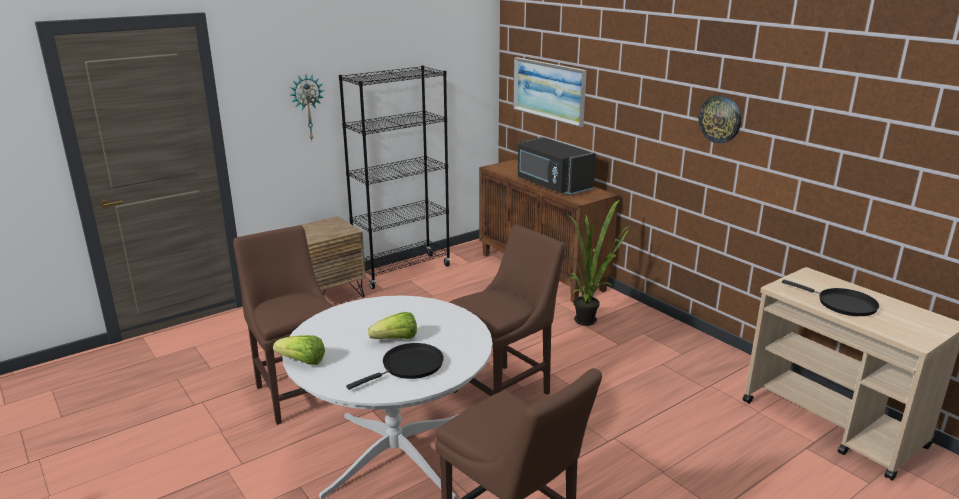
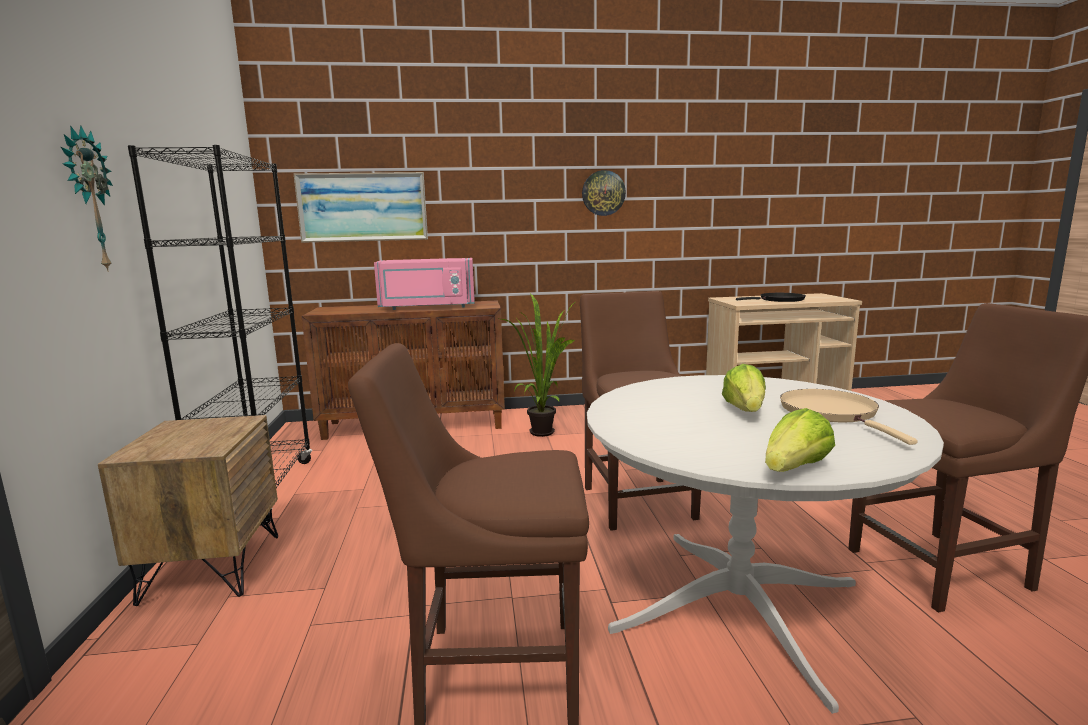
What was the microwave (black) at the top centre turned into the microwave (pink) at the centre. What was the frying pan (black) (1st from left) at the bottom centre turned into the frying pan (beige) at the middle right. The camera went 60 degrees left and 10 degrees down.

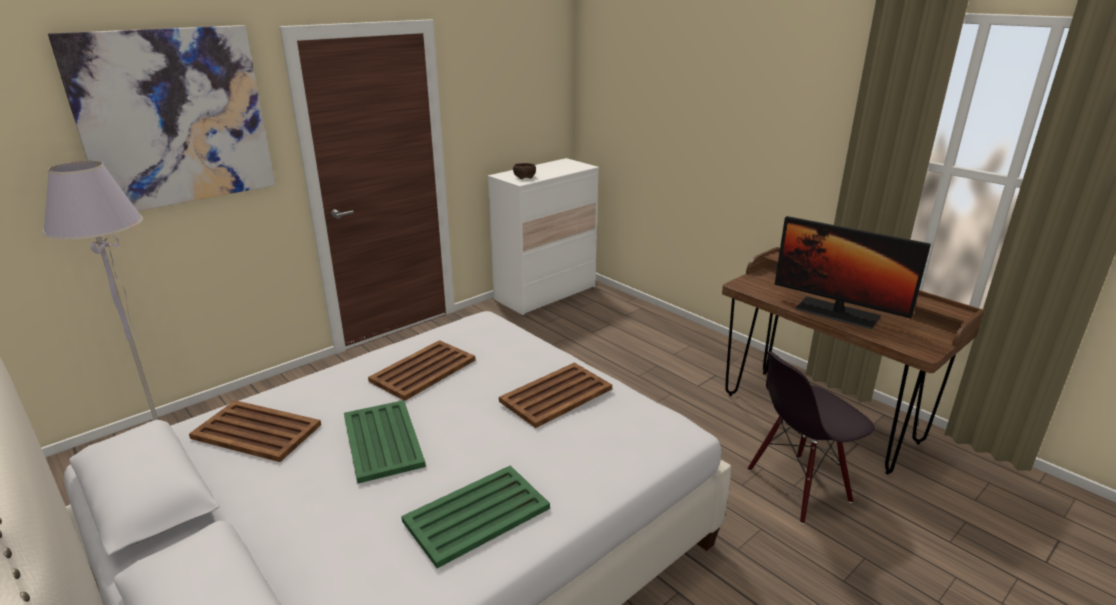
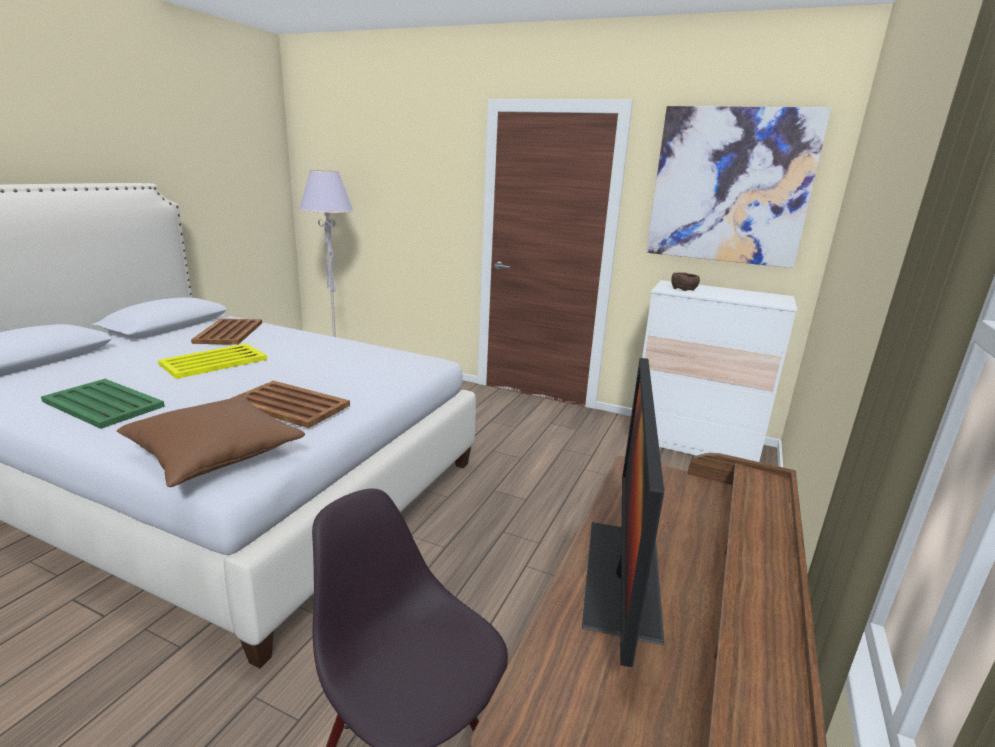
The picture ended up elsewhere, having gone from the top left to the top right. The second view lost the tray (brown) (2nd from left) at the centre. What was the tray (green) (1st from left) at the bottom centre turned into the tray (yellow) at the middle left. The second view gained the pillow (brown) at the middle left. The camera went 65 degrees right and 5 degrees down.

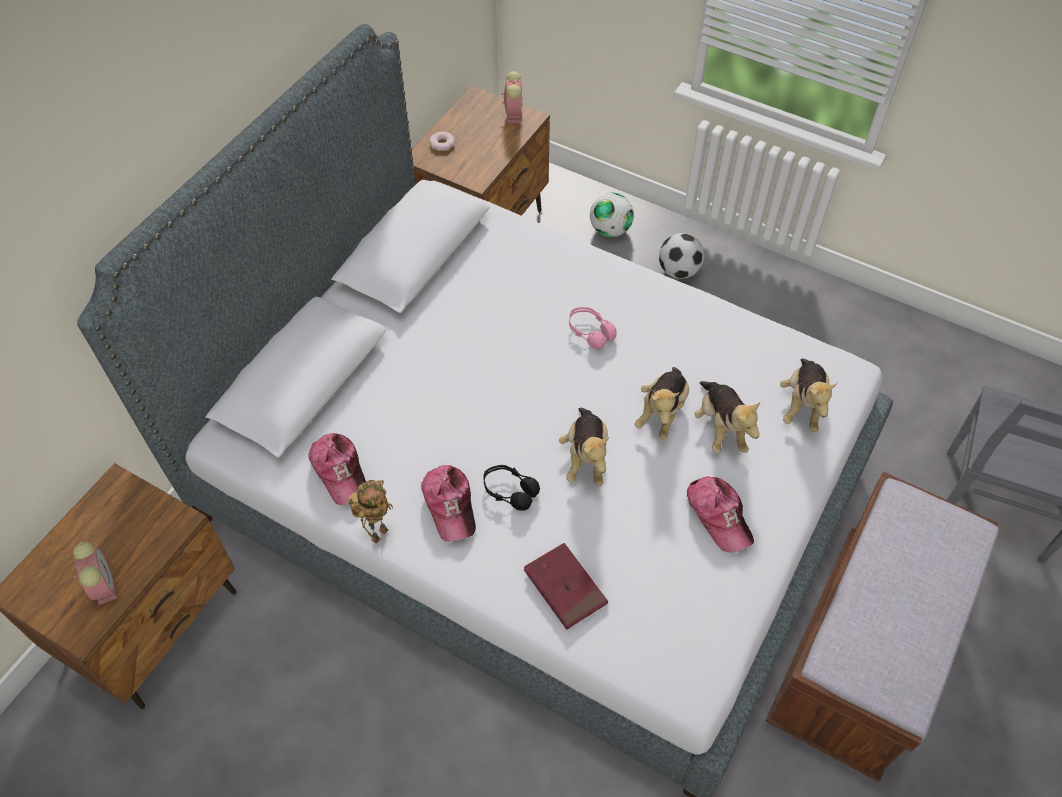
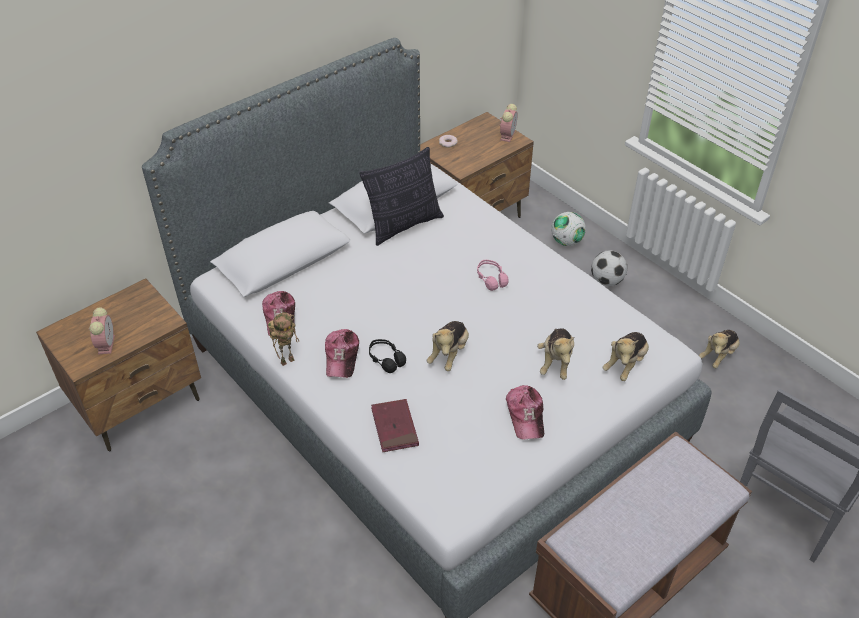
The plush toy (2nd from left in the first image) ended up elsewhere, having gone from the centre to the middle right. The second view gained the pillow at the top centre. The camera went 20 degrees right and 10 degrees down.

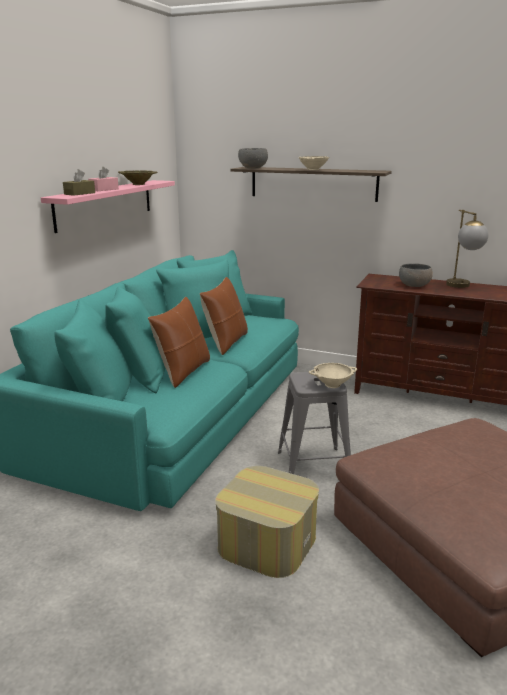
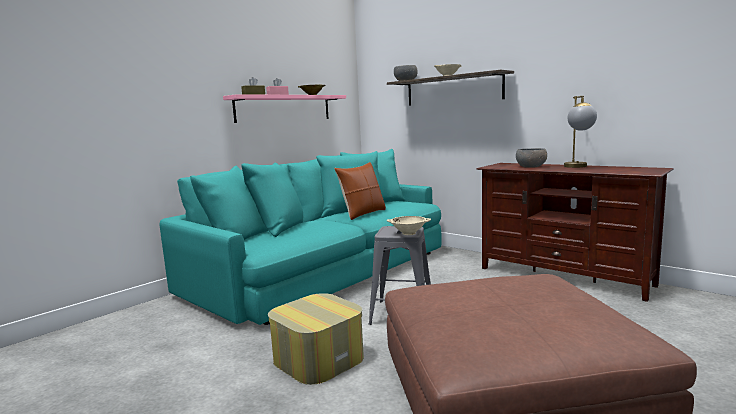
The second view lost the pillow (brown) (1st from left) at the centre. The camera went 20 degrees right and 10 degrees down.

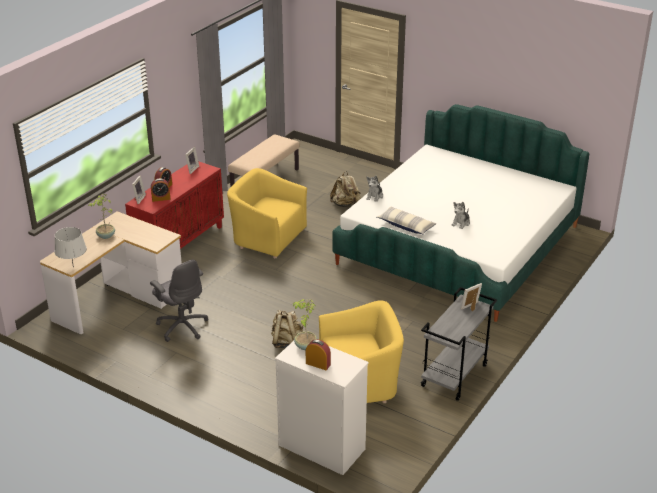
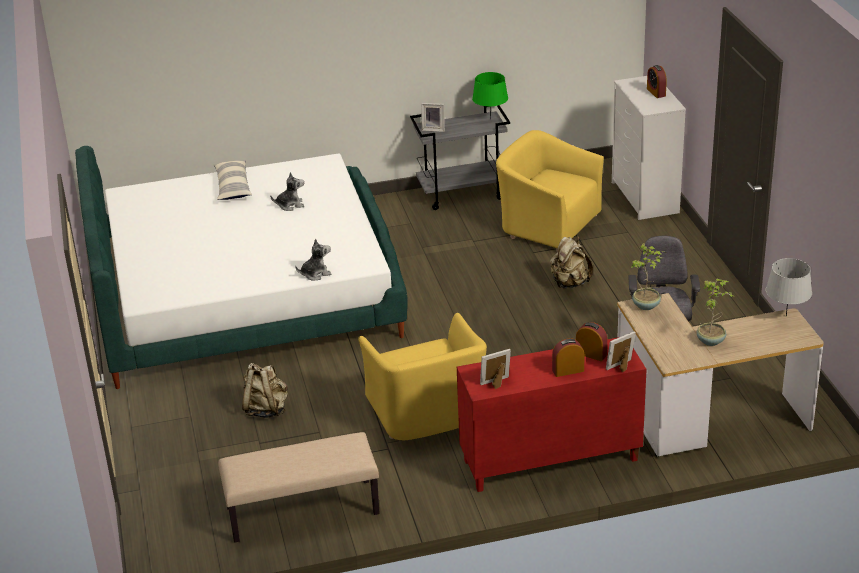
The pillow ended up elsewhere, having gone from the centre to the top left. The potted plant (2nd from left in the first image) ended up elsewhere, having gone from the centre to the middle right. The second view gained the table lamp (green) at the top centre. The camera went 135 degrees left and 0 degrees up.

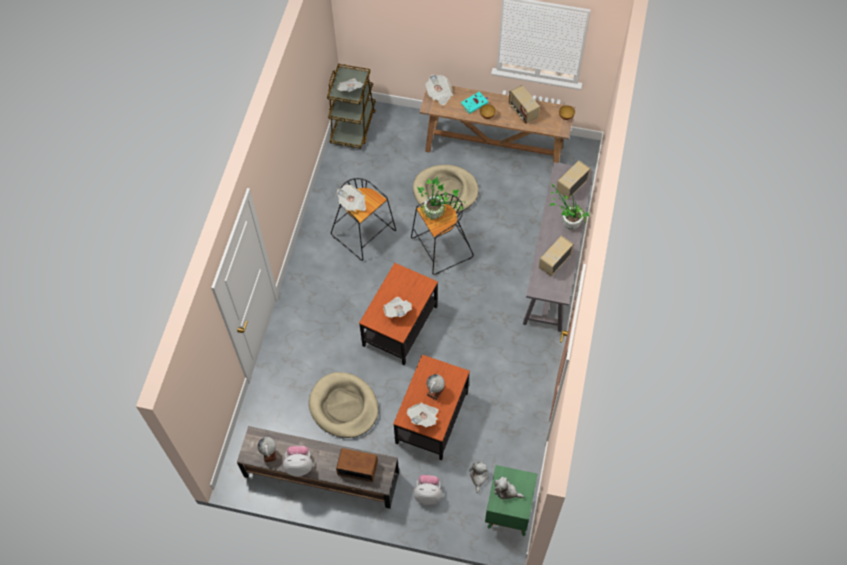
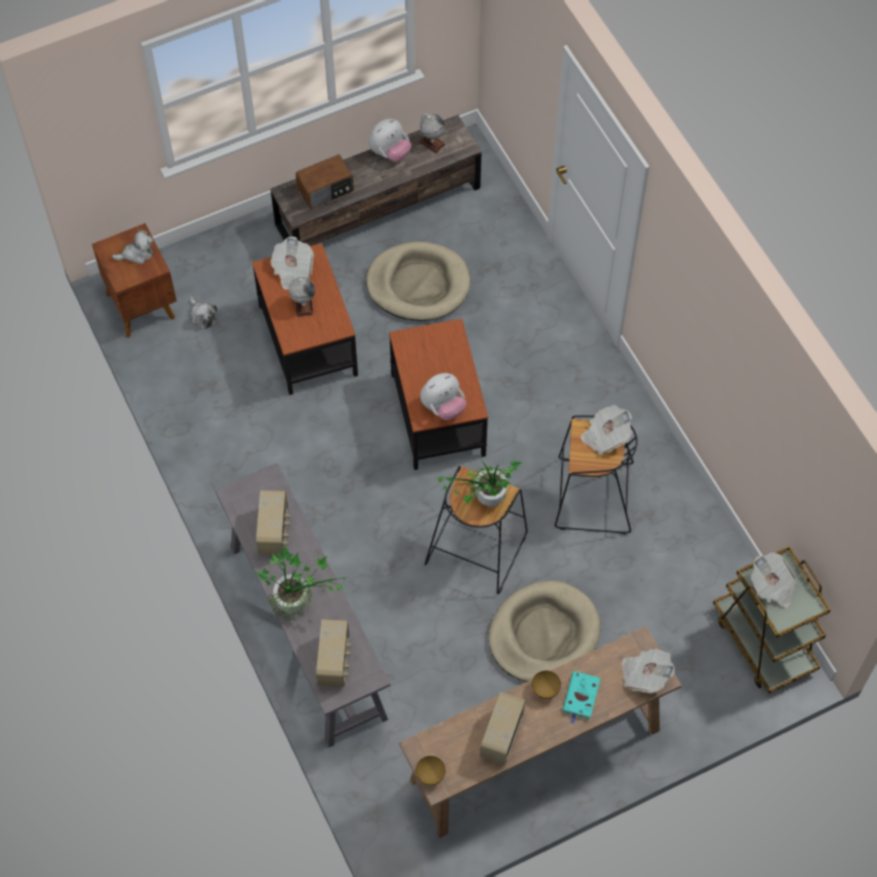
The radio (2nd from left in the first image) at the top centre ended up facing another way, 90 degrees counterclockwise from before. The second view lost the newspaper (3rd from left) at the centre. What was the nightstand (green) at the bottom centre turned into the nightstand (brown) at the top left. The plush toy (2nd from left in the first image) ended up elsewhere, having gone from the bottom centre to the centre. The camera went 140 degrees right and 0 degrees up.

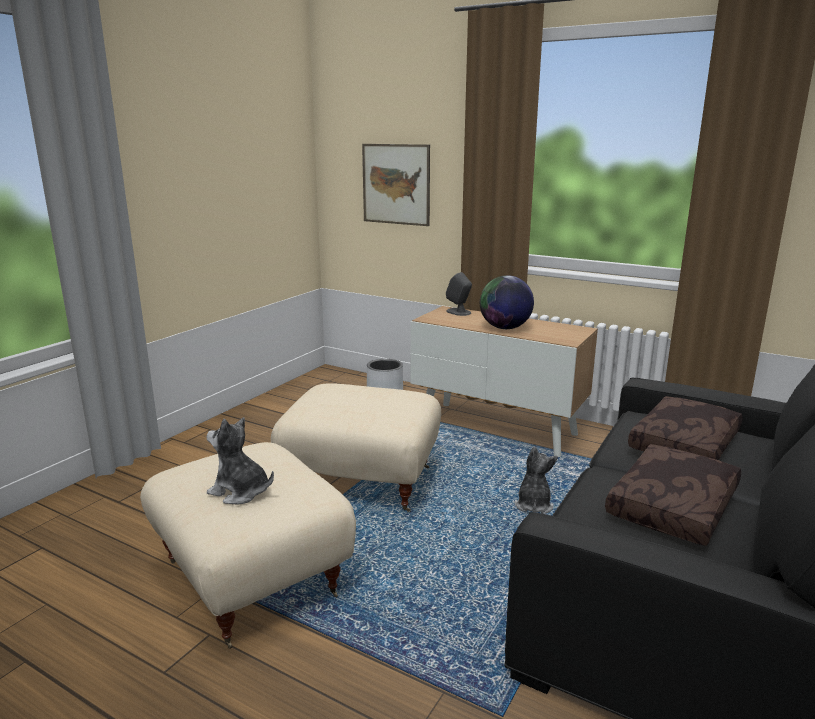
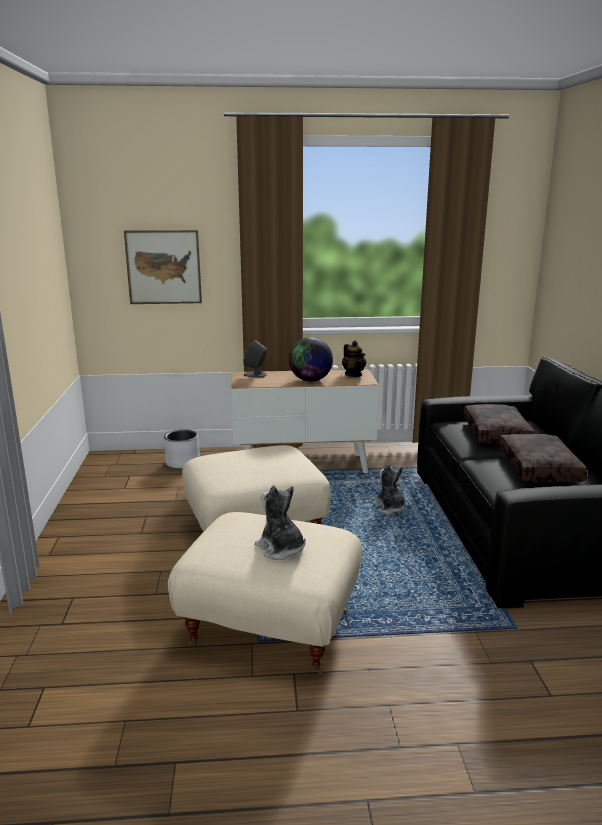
The plush toy (1st from left) at the middle left ended up facing another way, 60 degrees clockwise from before. The second view gained the teapot at the centre. The camera went 35 degrees left and 0 degrees up.

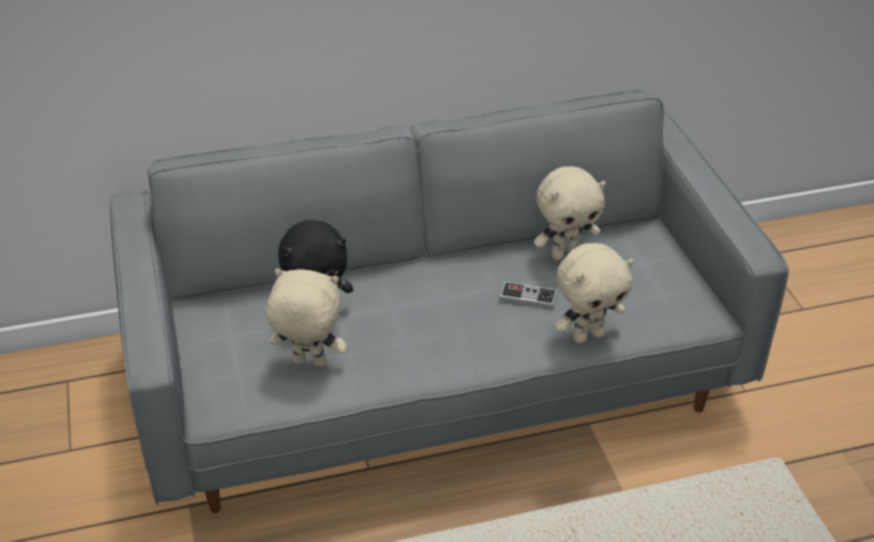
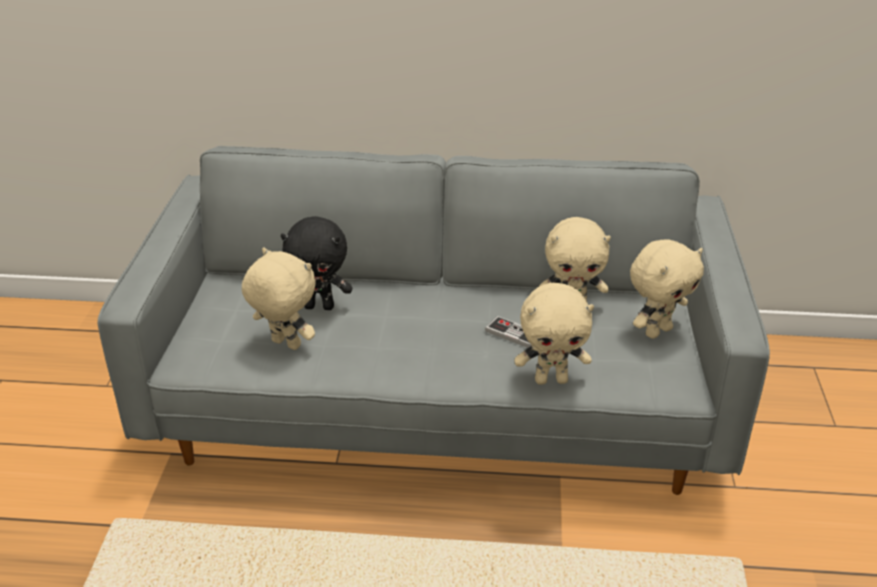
The second view gained the plush toy (beige) (4th from left) at the middle right. The camera went 20 degrees right and 5 degrees down.

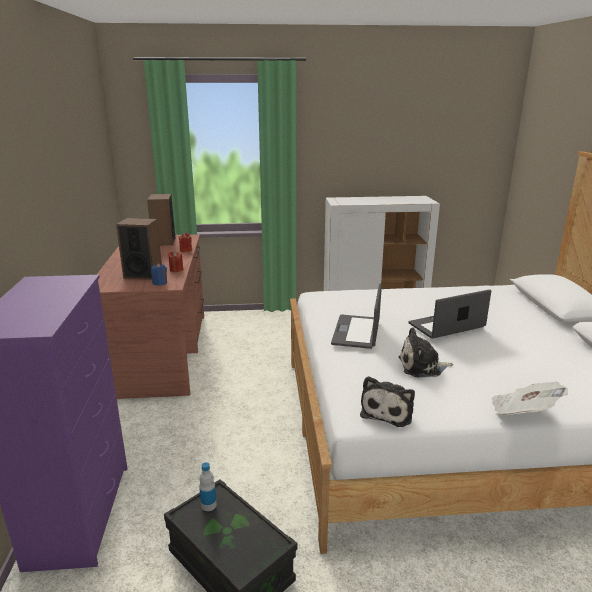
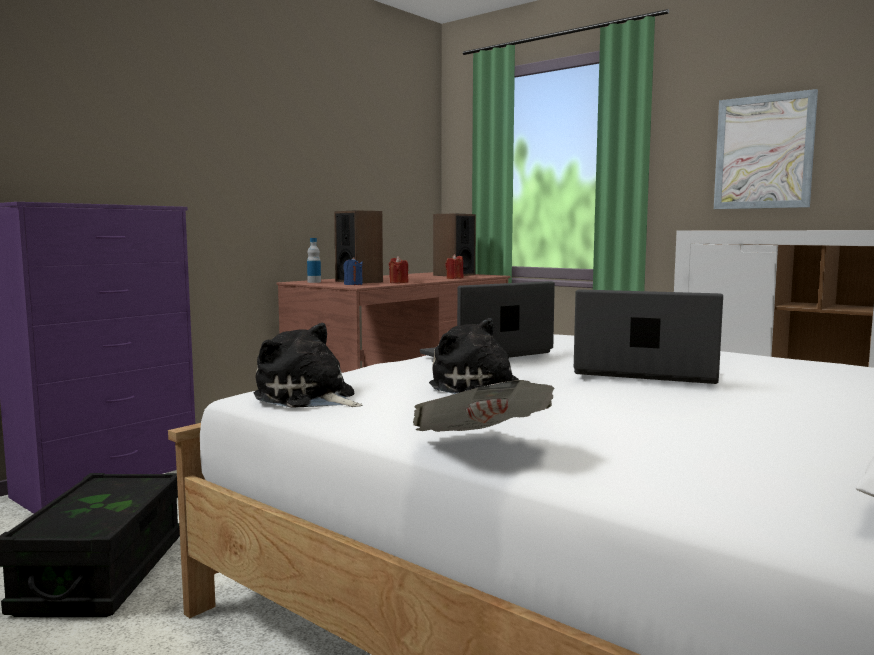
The plush toy (1st from left) at the bottom centre ended up facing another way, 60 degrees clockwise from before. The bottle ended up elsewhere, having gone from the bottom centre to the centre. The second view gained the picture at the top right. The camera went 45 degrees right and 15 degrees down.

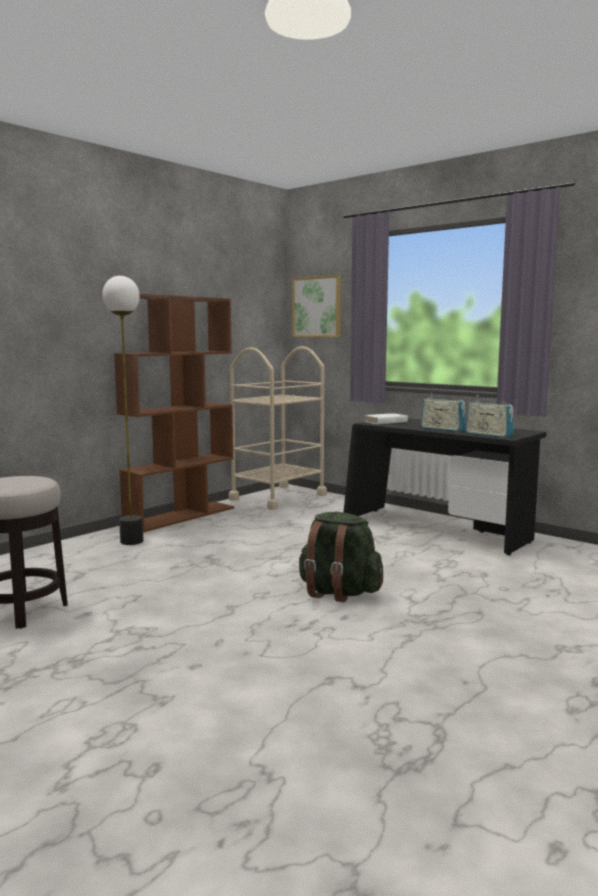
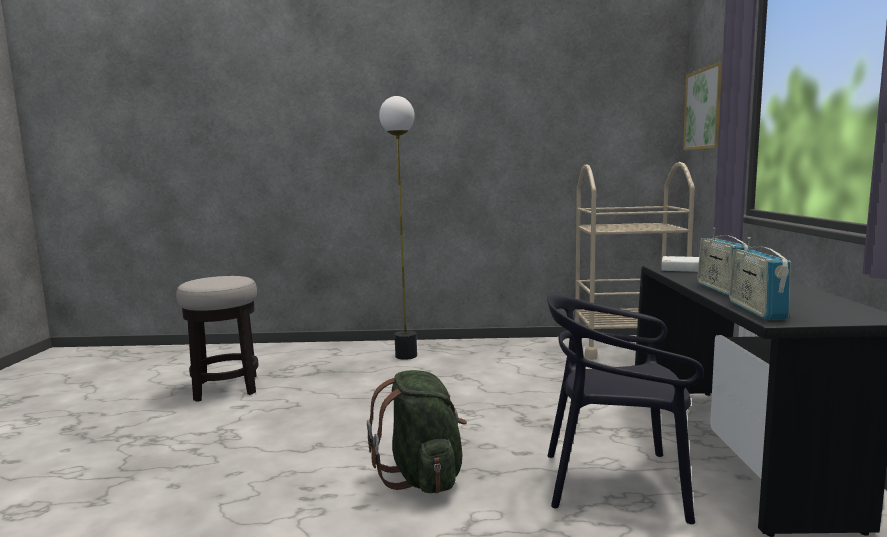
The second view lost the bookcase (brown) at the middle left. The second view gained the chair (black) at the bottom right. The camera went 50 degrees right and 0 degrees up.

